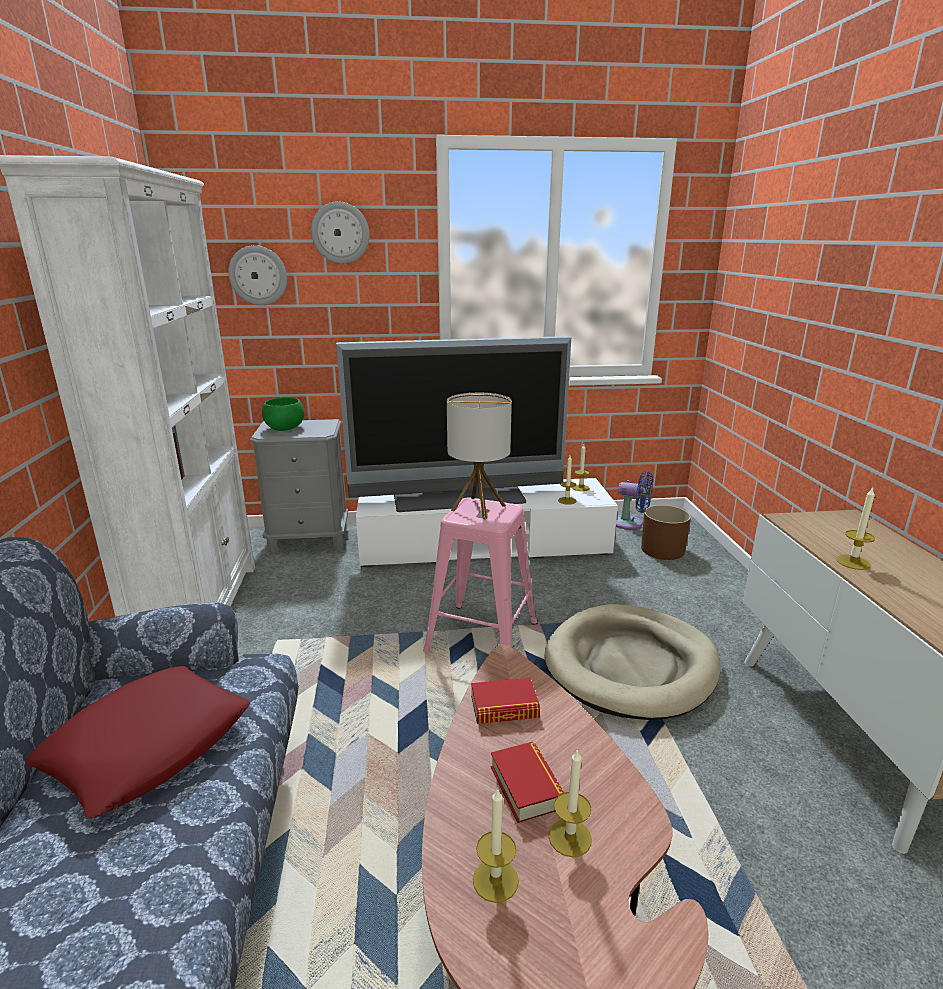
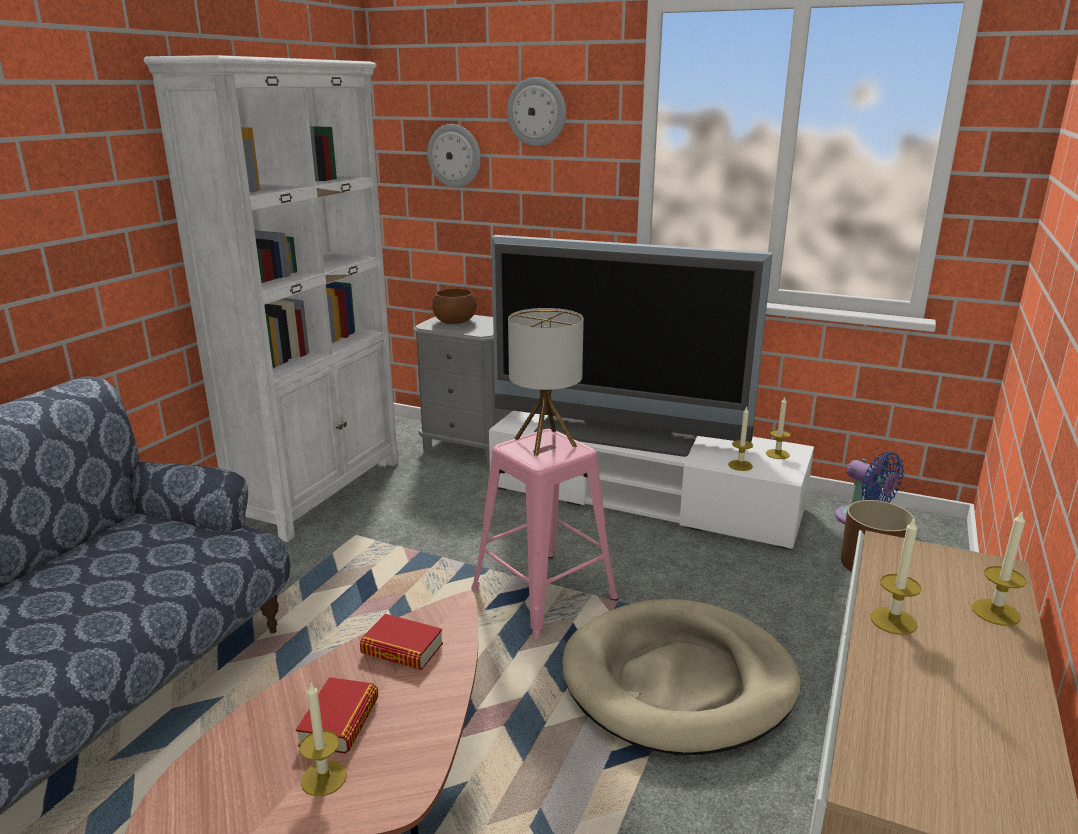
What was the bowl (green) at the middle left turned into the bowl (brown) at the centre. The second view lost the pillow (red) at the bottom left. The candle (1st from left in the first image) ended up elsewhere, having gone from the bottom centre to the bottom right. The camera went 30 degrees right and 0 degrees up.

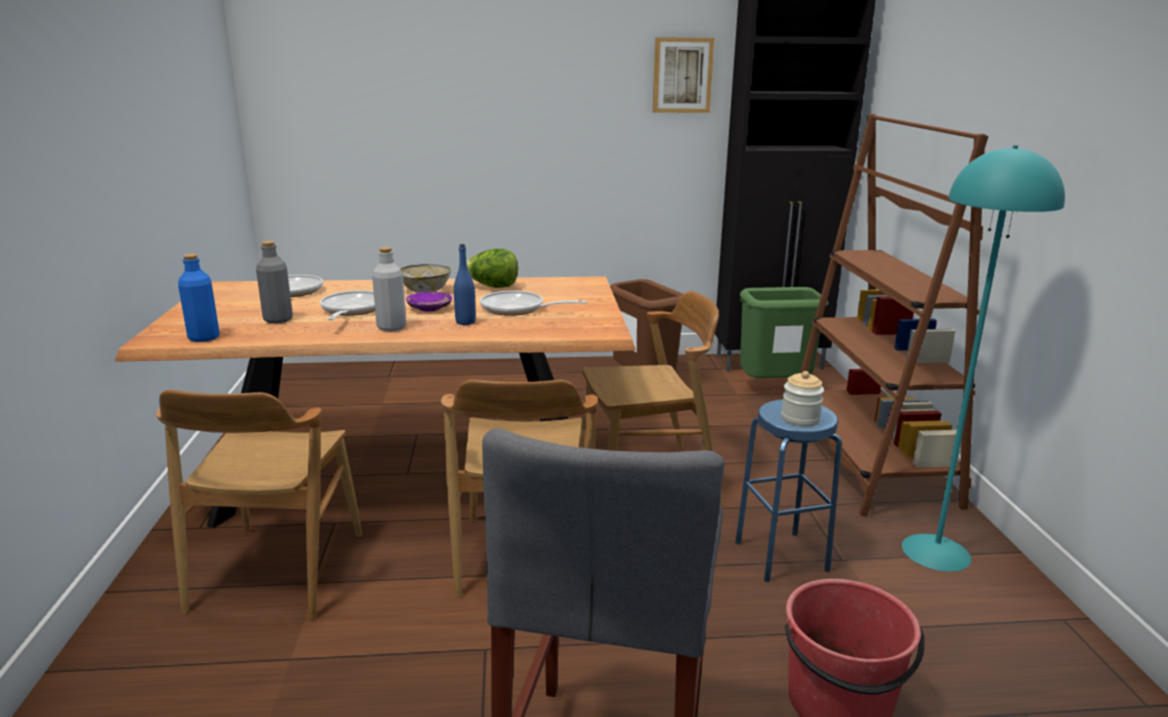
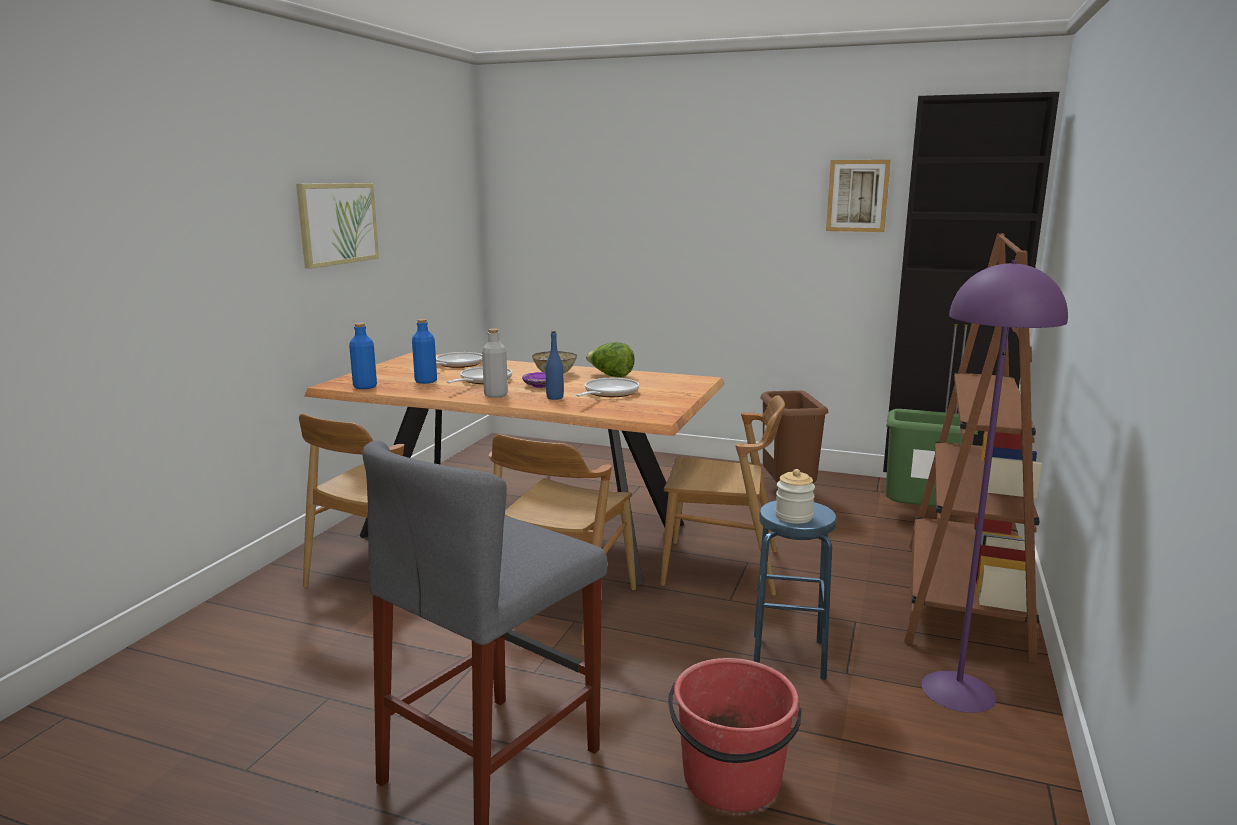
What was the floor lamp (turquoise) at the middle right turned into the floor lamp (purple) at the middle right. What was the bottle (grey) (1st from left) at the middle left turned into the bottle (blue) (2nd from left) at the centre. The frying pan (3rd from left) at the centre ended up facing another way, 75 degrees clockwise from before. The second view gained the picture (1st from left) at the top left. The camera went 25 degrees right and 5 degrees down.

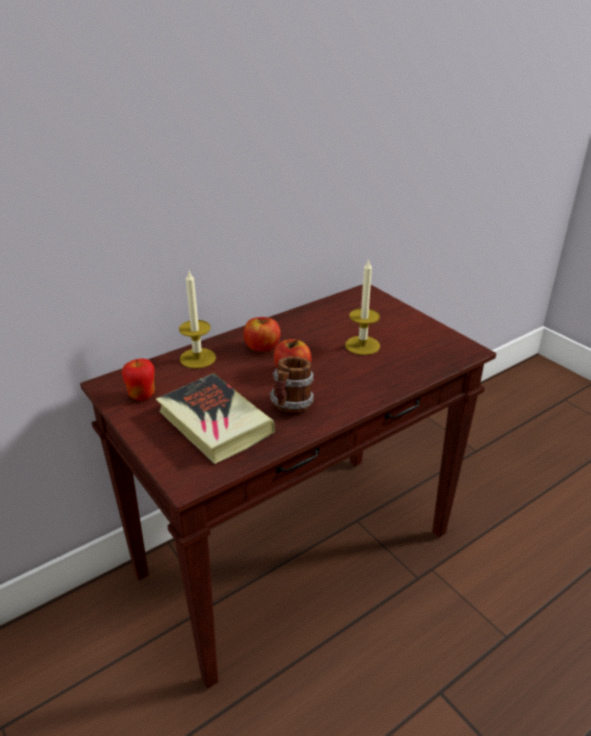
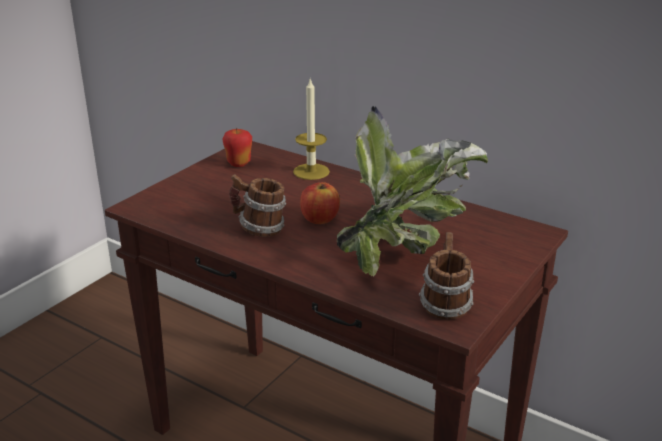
Where the candle (2nd from left) stood at the centre, the potted plant came to stand at the centre. The second view lost the apple (2nd from left) at the centre. The second view lost the book at the centre. The second view gained the mug (2nd from left) at the middle right. The camera went 70 degrees right and 5 degrees down.

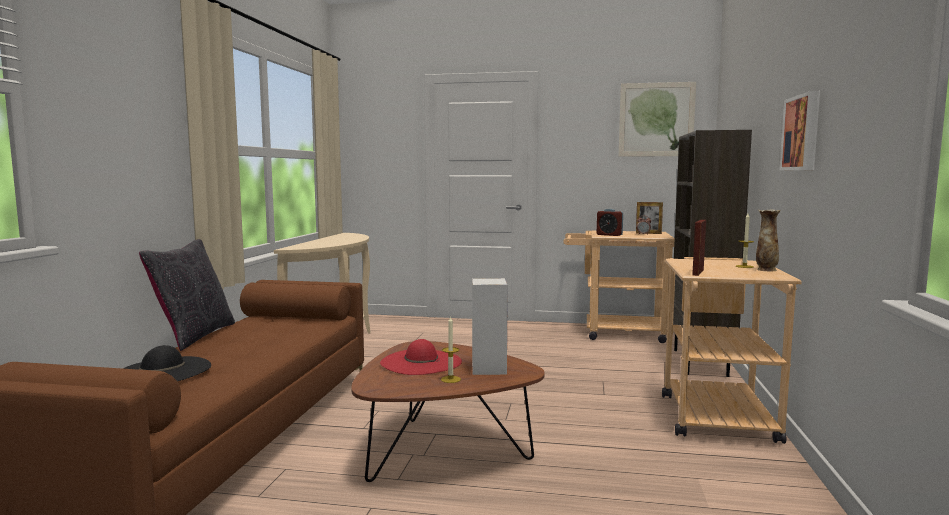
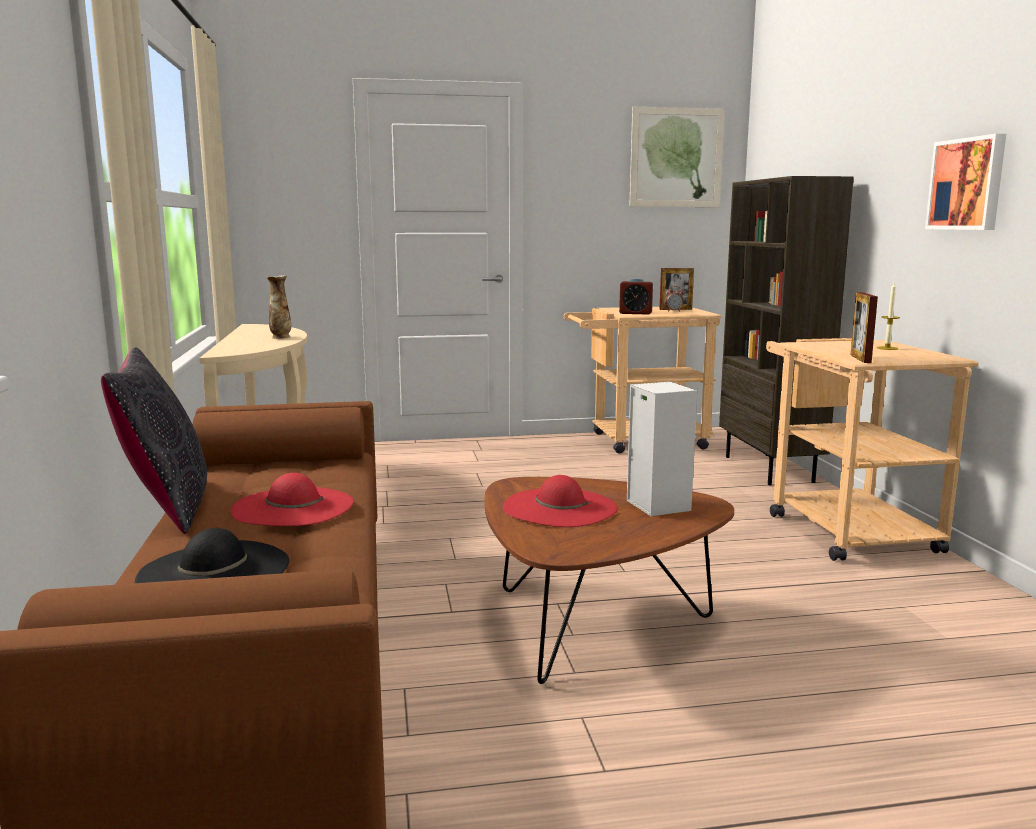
The vase ended up elsewhere, having gone from the middle right to the middle left. The second view lost the candle (1st from left) at the bottom centre. The second view gained the hat (red) (1st from left) at the middle left. The camera went 20 degrees left and 5 degrees up.

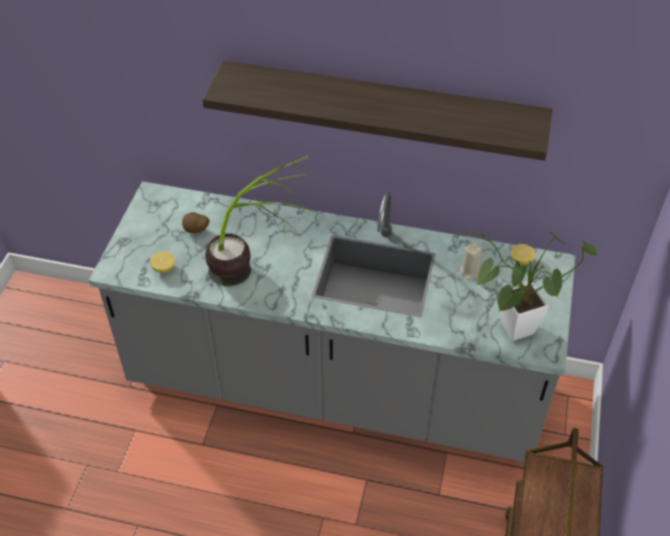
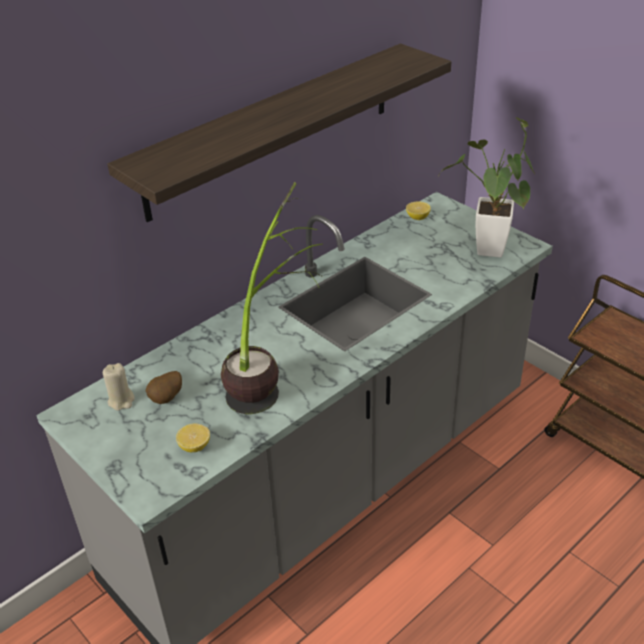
The candle (beige) ended up elsewhere, having gone from the middle right to the middle left. The camera went 55 degrees left and 10 degrees down.

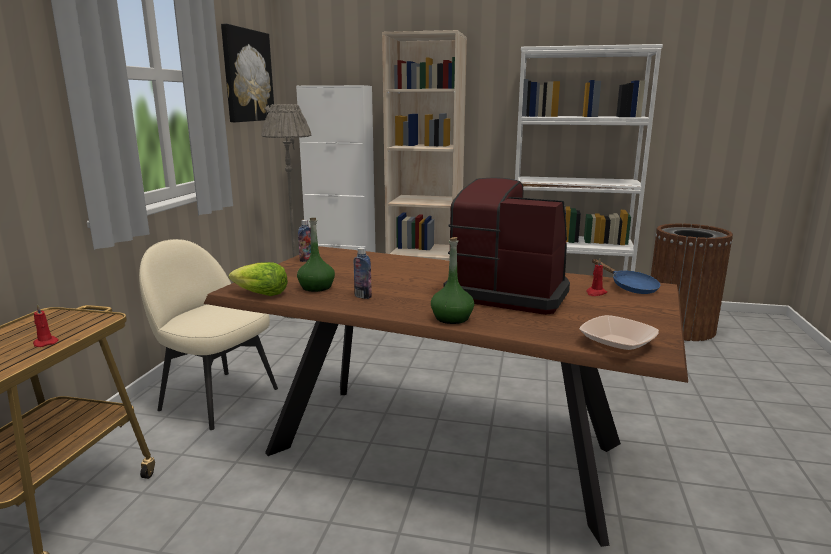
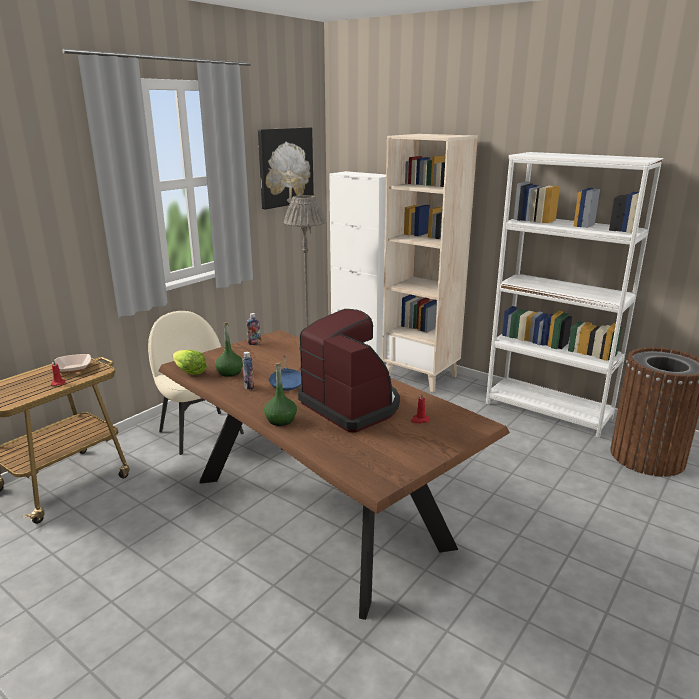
The frying pan (blue) ended up elsewhere, having gone from the middle right to the centre. The bowl ended up elsewhere, having gone from the middle right to the middle left. The camera went 25 degrees right and 5 degrees up.

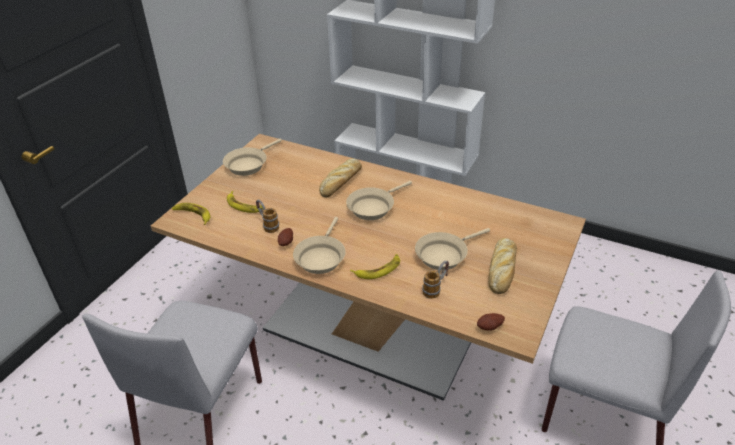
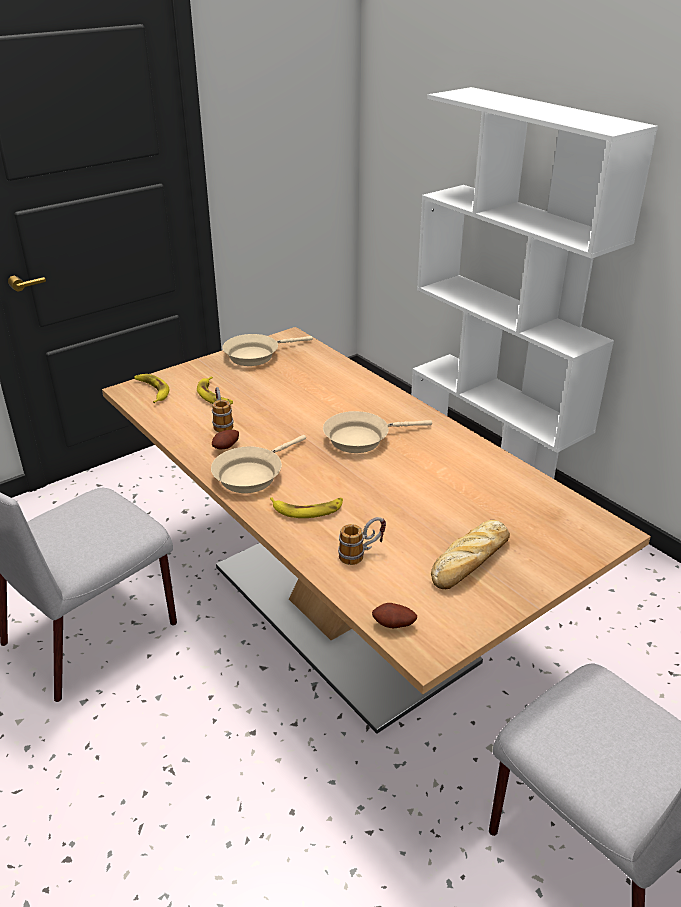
The second view lost the bread (1st from left) at the centre. The second view lost the frying pan (beige) (4th from left) at the centre. The camera went 25 degrees right and 5 degrees down.

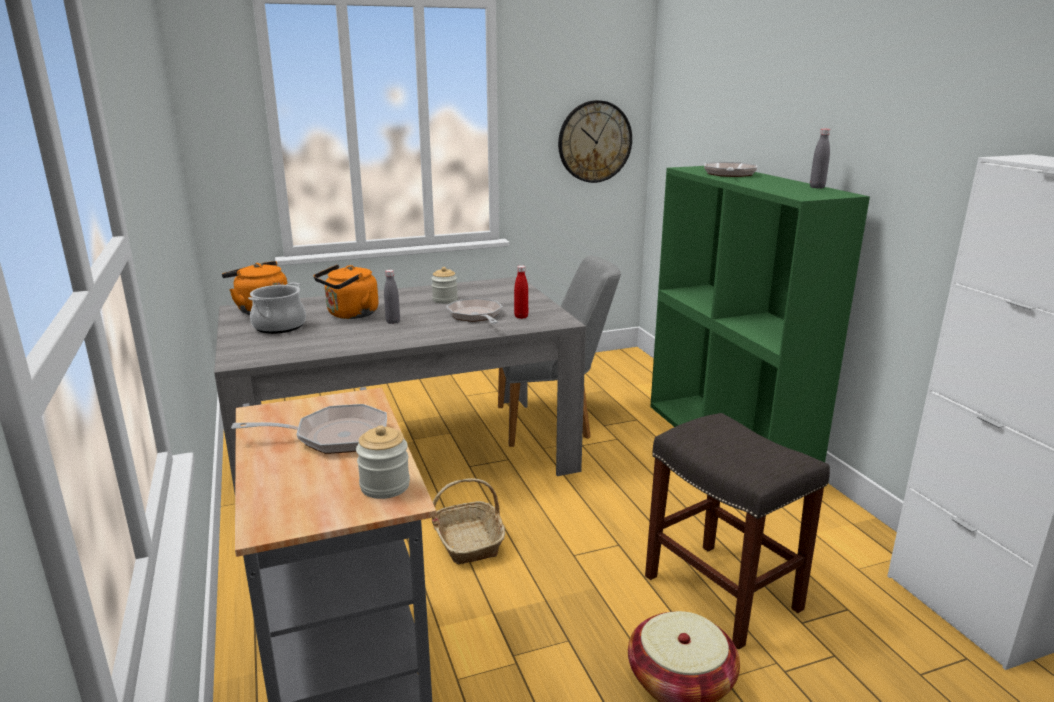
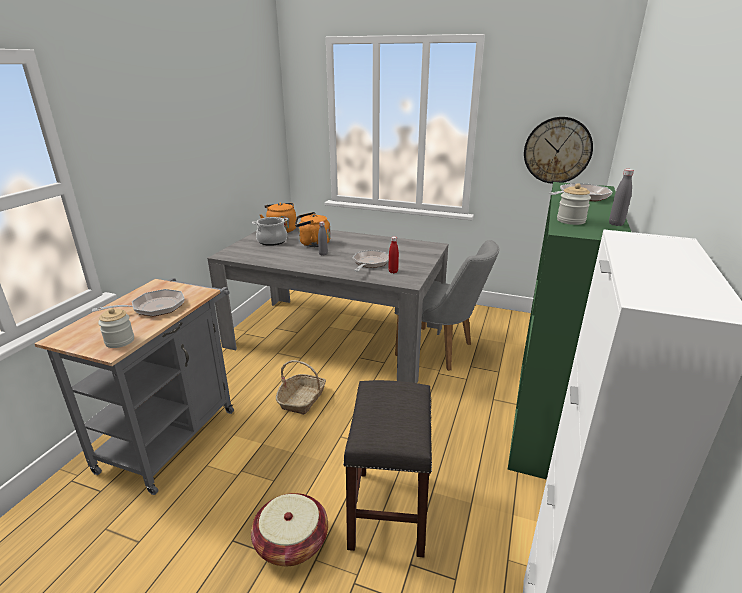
The jar (2nd from left) ended up elsewhere, having gone from the centre to the middle right. The frying pan (1st from left) at the middle left ended up facing another way, 60 degrees counterclockwise from before. The camera went 40 degrees right and 5 degrees up.

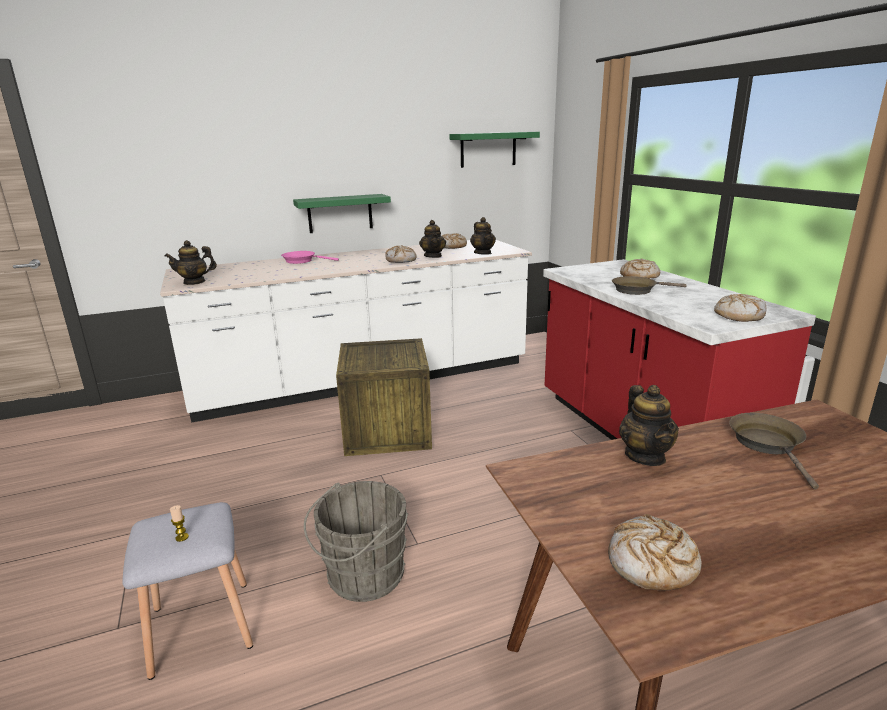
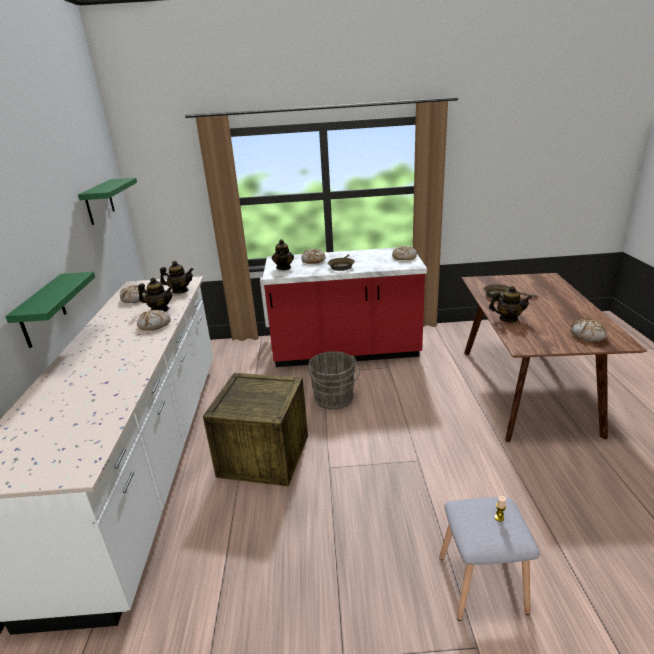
The teapot (1st from left in the first image) ended up elsewhere, having gone from the middle left to the centre. The second view lost the frying pan (pink) at the centre. The bucket (grey) ended up elsewhere, having gone from the bottom centre to the centre. The camera went 70 degrees left and 5 degrees up.

